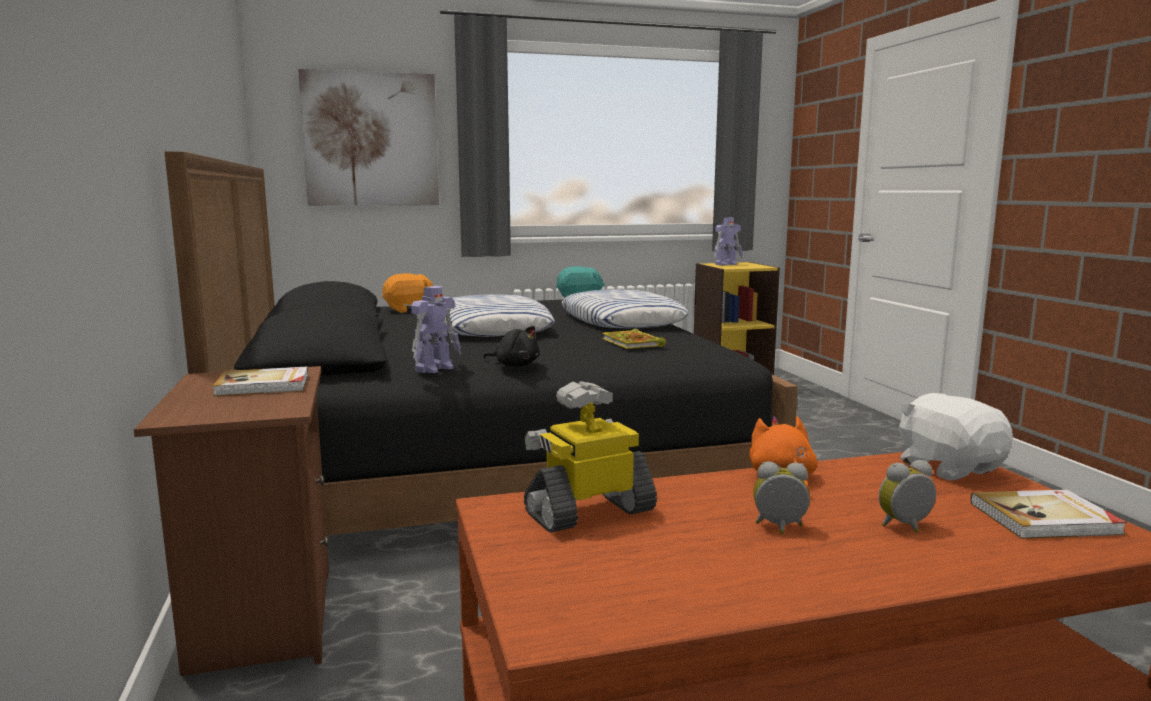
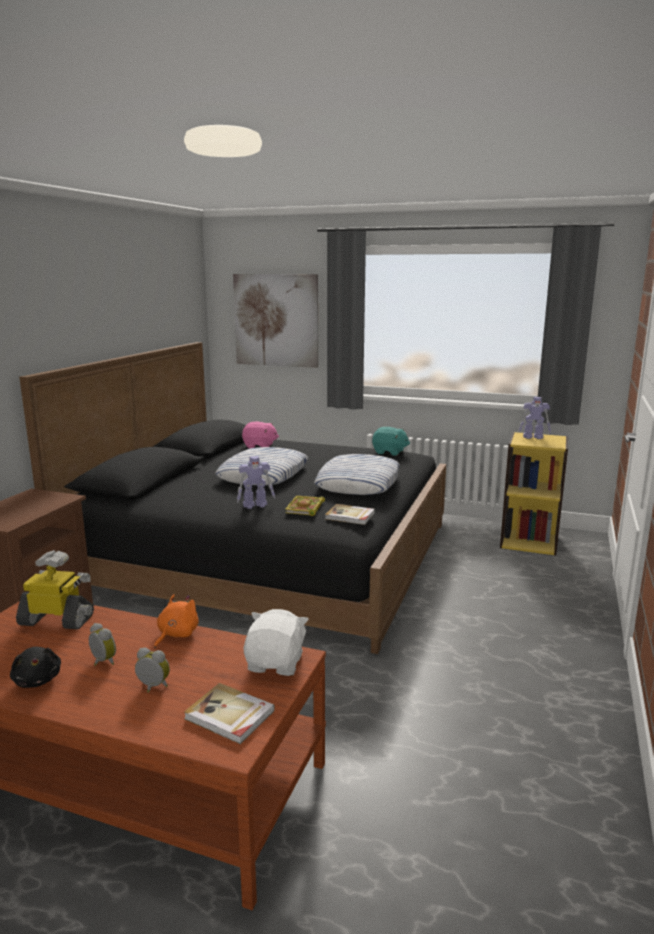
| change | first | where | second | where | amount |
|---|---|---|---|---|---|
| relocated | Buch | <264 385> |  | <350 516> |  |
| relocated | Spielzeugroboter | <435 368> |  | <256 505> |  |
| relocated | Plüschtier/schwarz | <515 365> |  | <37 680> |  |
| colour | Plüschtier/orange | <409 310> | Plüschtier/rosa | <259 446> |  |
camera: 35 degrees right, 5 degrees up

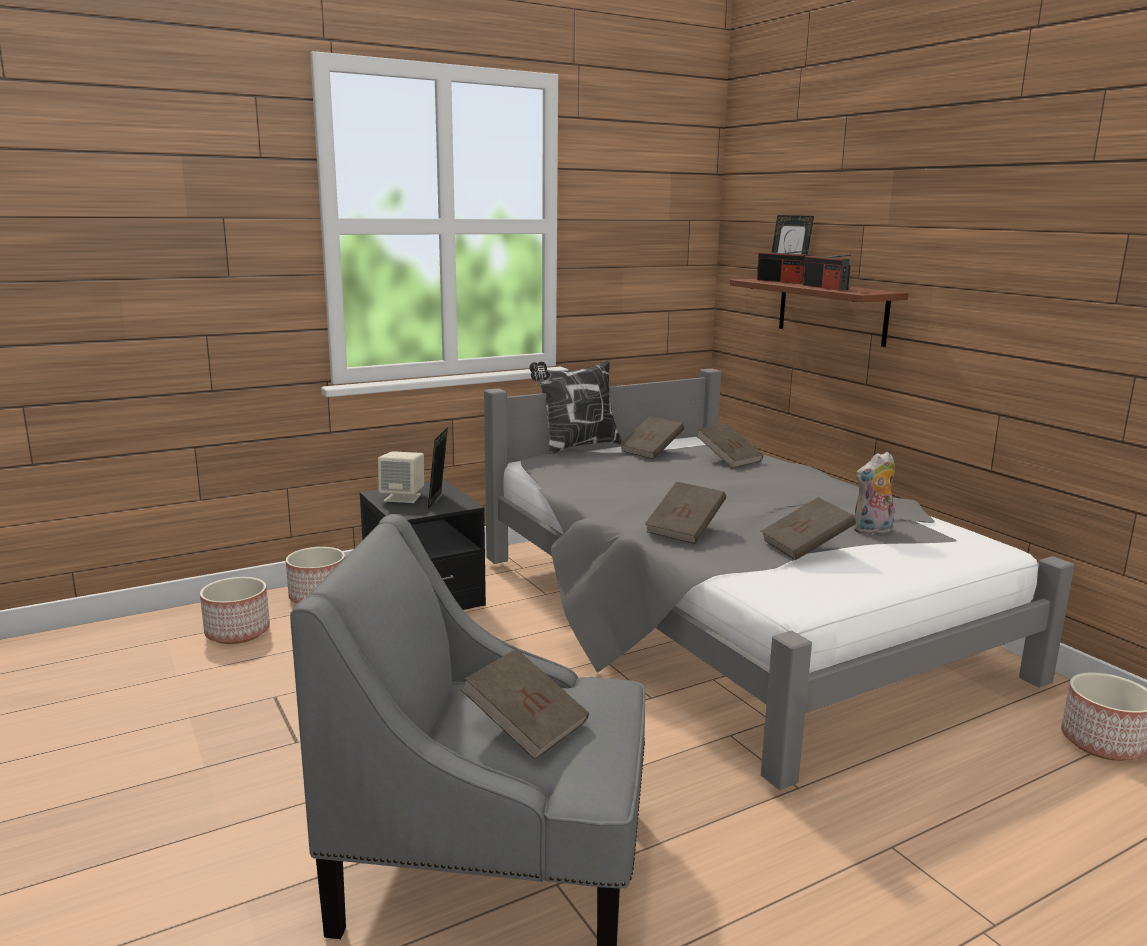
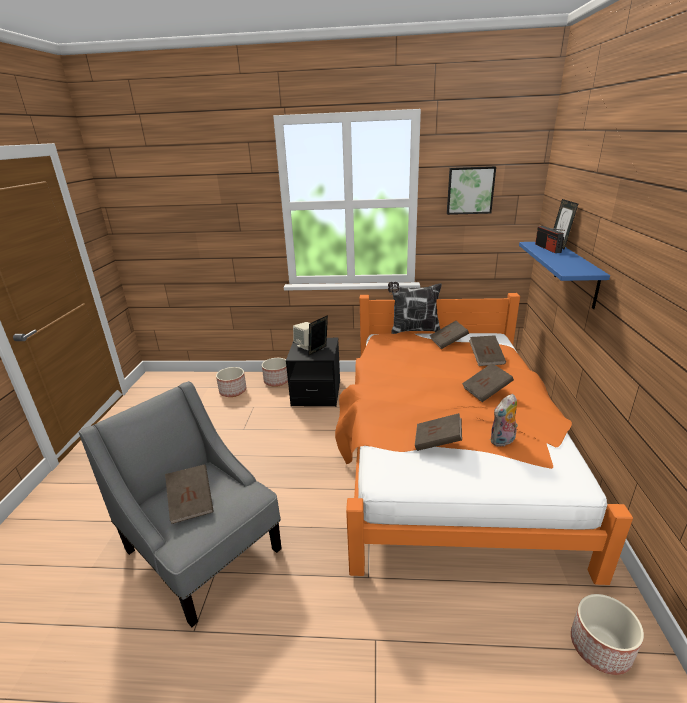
| change | first | where | second | where | amount |
|---|---|---|---|---|---|
| missing | Radio | <824 287> |  |  |  |
| appeared |  |  | Bild | <470 190> |  |
| relocated | Buch/braun | <685 530> |  | <486 391> |  |
| colour | Bett/grau | <727 620> | Bett/orange | <446 454> |  |
| colour | Wandregal/braun | <831 311> | Wandregal/blau | <576 273> |  |
| spun | Plüschtier | <872 531> |  | <502 441> | 45 degrees counterclockwise |
camera: 35 degrees right, 10 degrees up

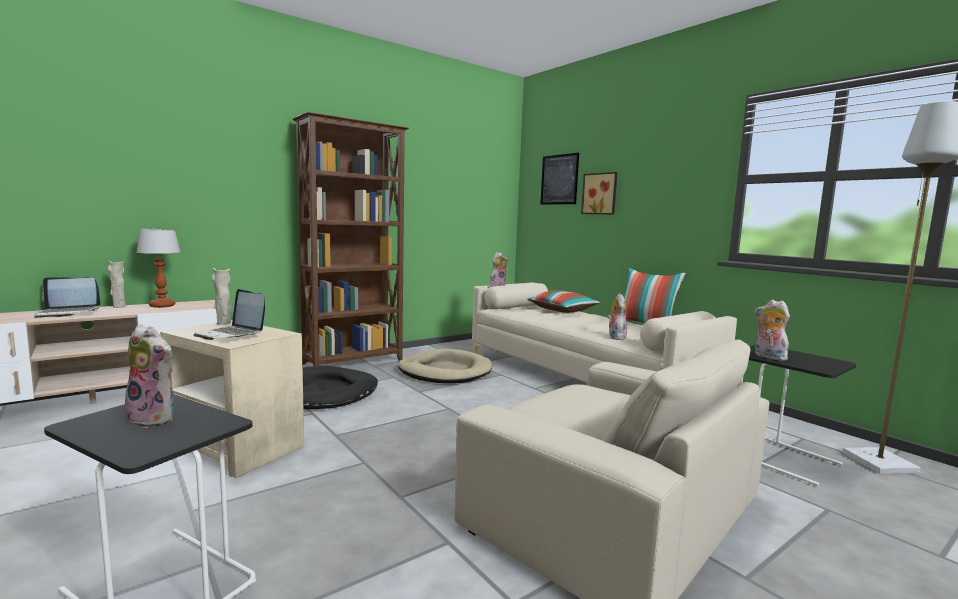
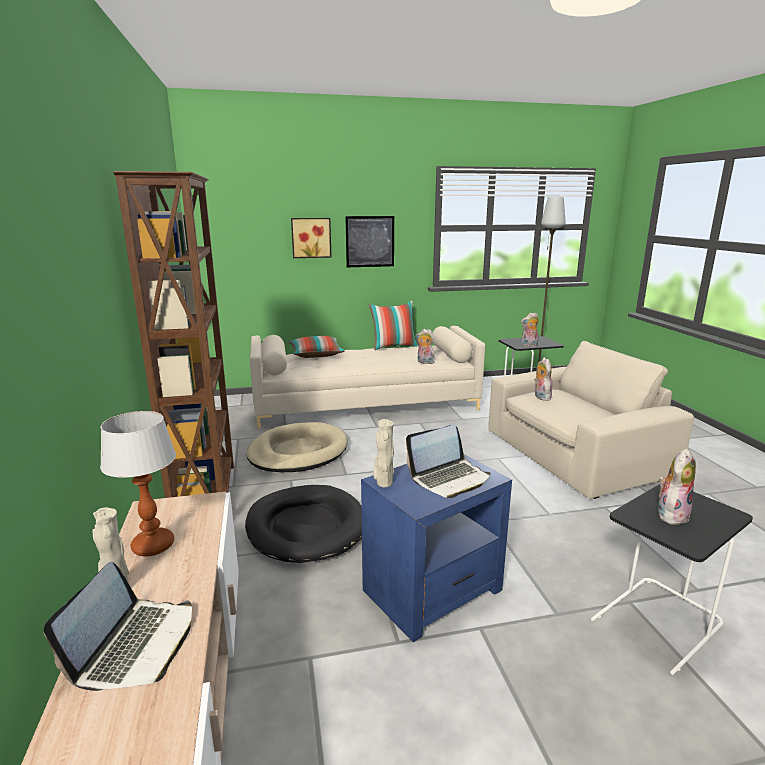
| change | first | where | second | where | amount |
|---|---|---|---|---|---|
| relocated | Plüschtier | <497 286> |  | <540 397> |  |
| relocated | Bild | <559 179> |  | <370 241> |  |
| colour | Beistelltisch/beige | <236 447> | Beistelltisch/blau | <433 590> |  |
camera: 65 degrees left, 10 degrees up

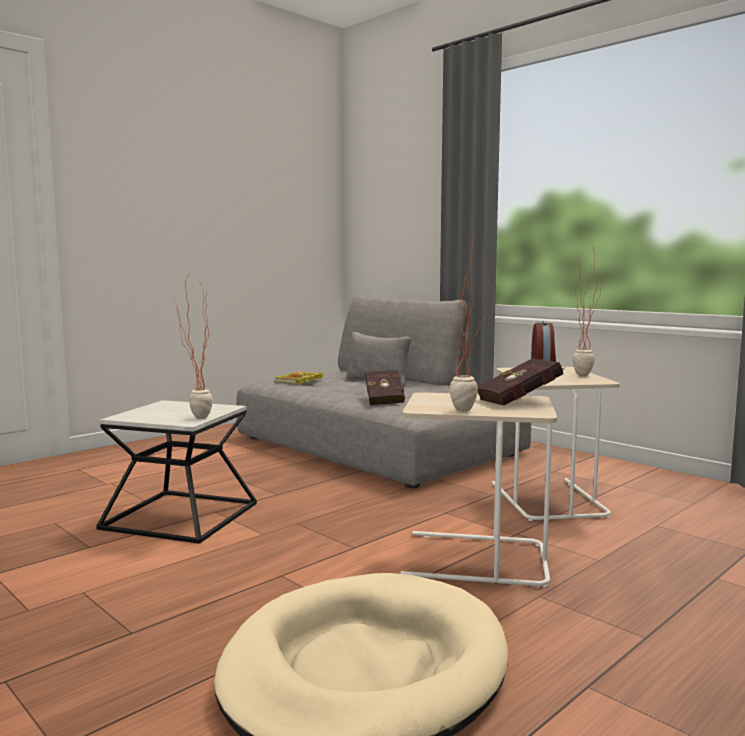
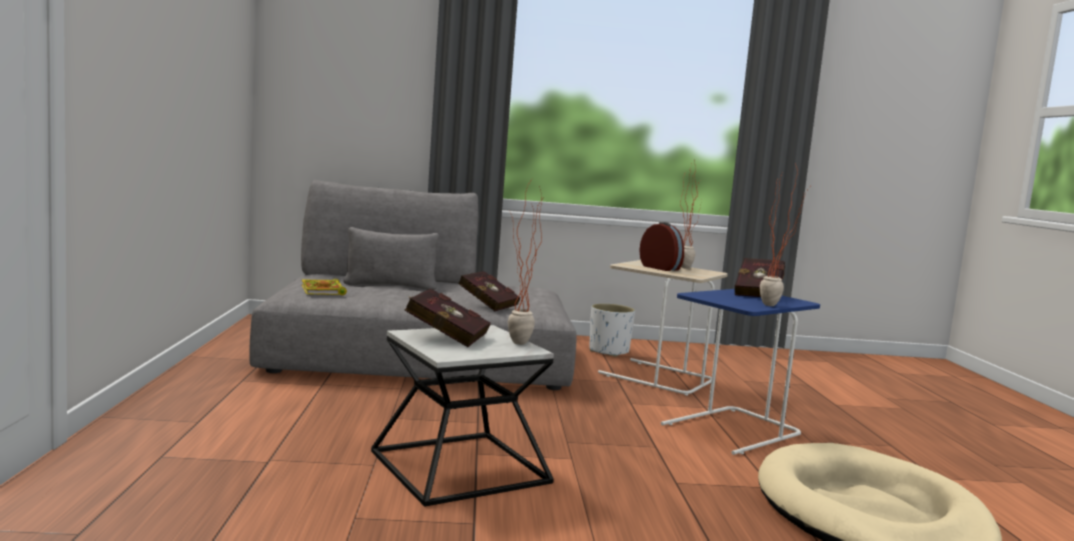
| change | first | where | second | where | amount |
|---|---|---|---|---|---|
| appeared |  |  | Buch/rot | <444 337> |  |
| appeared |  |  | Pflanzkübel/weiß | <608 351> |  |
| colour | Beistelltisch/beige | <473 560> | Beistelltisch/blau | <733 431> |  |
camera: 50 degrees left, 0 degrees up

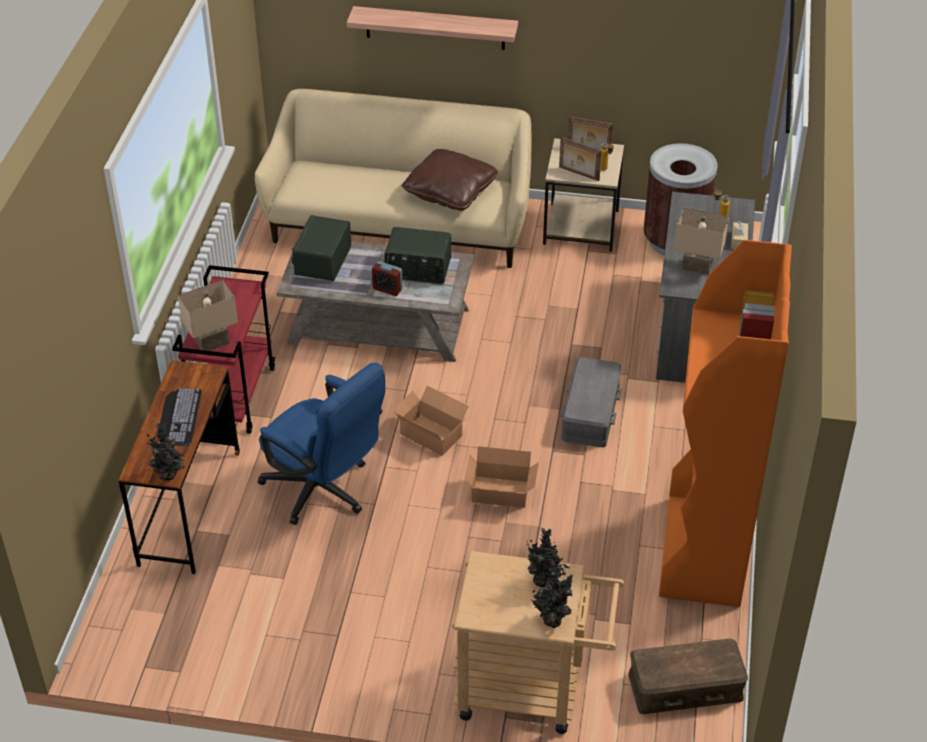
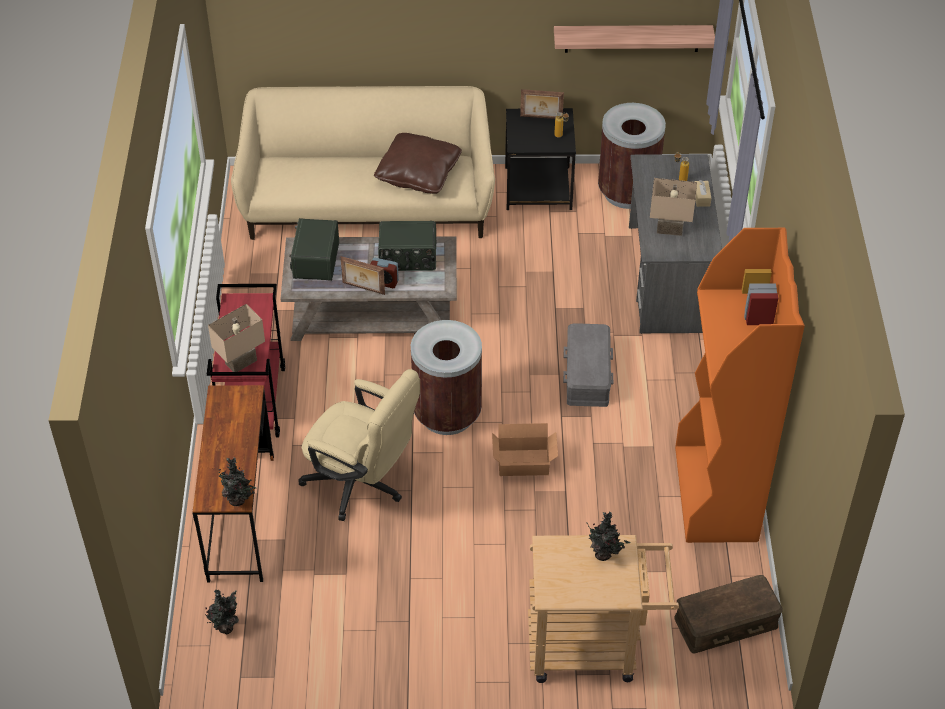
| change | first | where | second | where | amount |
|---|---|---|---|---|---|
| missing | Tastatur | <178 416> |  |  |  |
| relocated | Wandregal | <435 28> |  | <632 38> |  |
| relocated | Topfpflanze | <552 619> |  | <226 626> |  |
| relocated | Bilderrahmen | <578 174> |  | <363 289> |  |
| exchanged | Karton | <431 433> | Mülleimer/braun | <447 414> |  |
| colour | Bürostuhl/blau | <324 492> | Bürostuhl/beige | <362 485> |  |
| colour | Beistelltisch/beige | <582 226> | Beistelltisch/schwarz | <539 187> |  |
camera: 10 degrees left, 5 degrees up

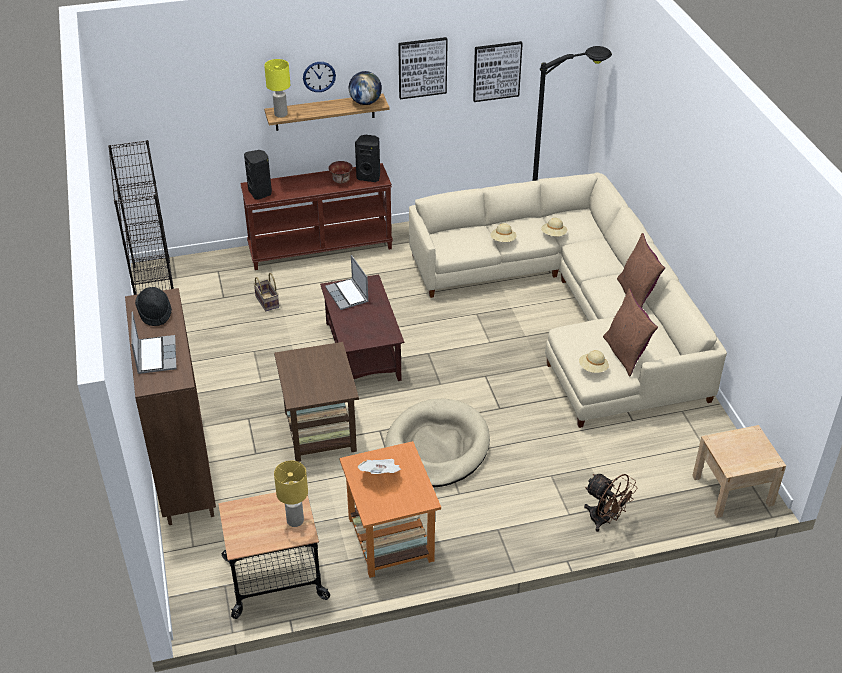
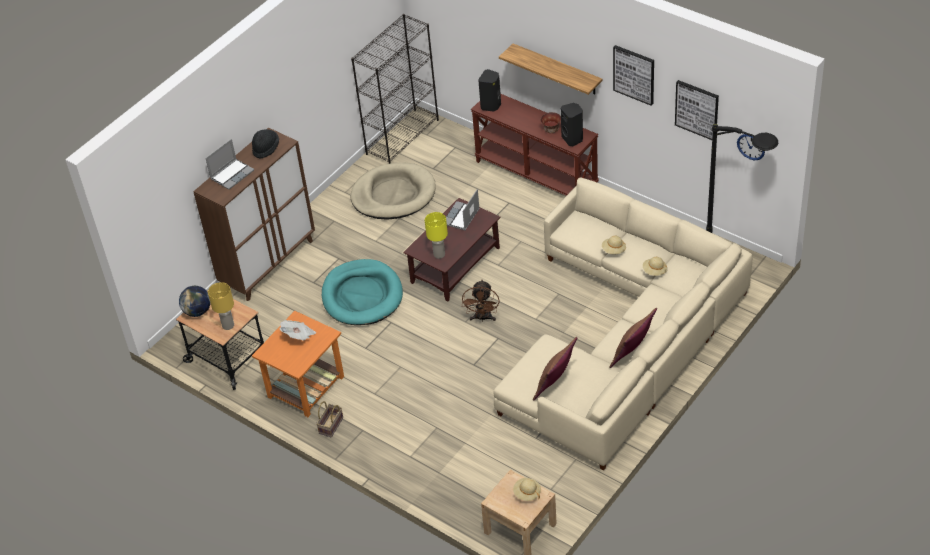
| change | first | where | second | where | amount |
|---|---|---|---|---|---|
| relocated | Korb | <268 302> |  | <331 426> |  |
| relocated | Tischlampe/gelb | <280 114> |  | <439 254> |  |
| relocated | Wanduhr | <319 76> |  | <751 147> |  |
| relocated | Globus | <365 102> |  | <197 311> |  |
| relocated | Hundebett/beige | <437 447> |  | <393 195> |  |
| relocated | Hut/beige | <593 368> |  | <527 493> |  |
| relocated | Ventilator/braun | <604 520> |  | <482 318> |  |
| exchanged | Beistelltisch/braun | <319 430> | Hundebett/türkis | <362 295> |  |
camera: 55 degrees right, 5 degrees up

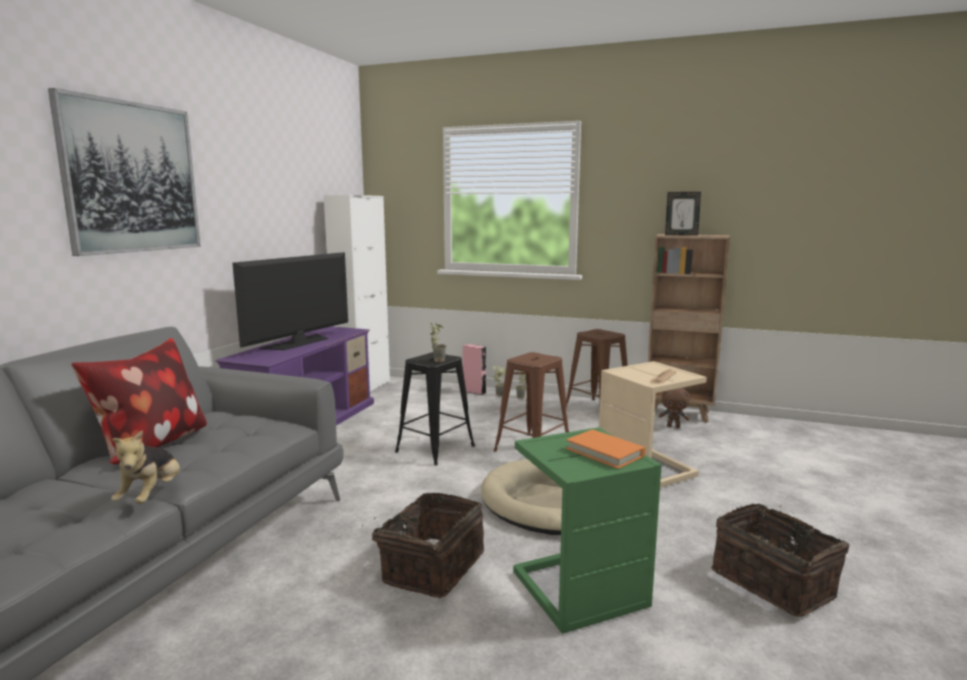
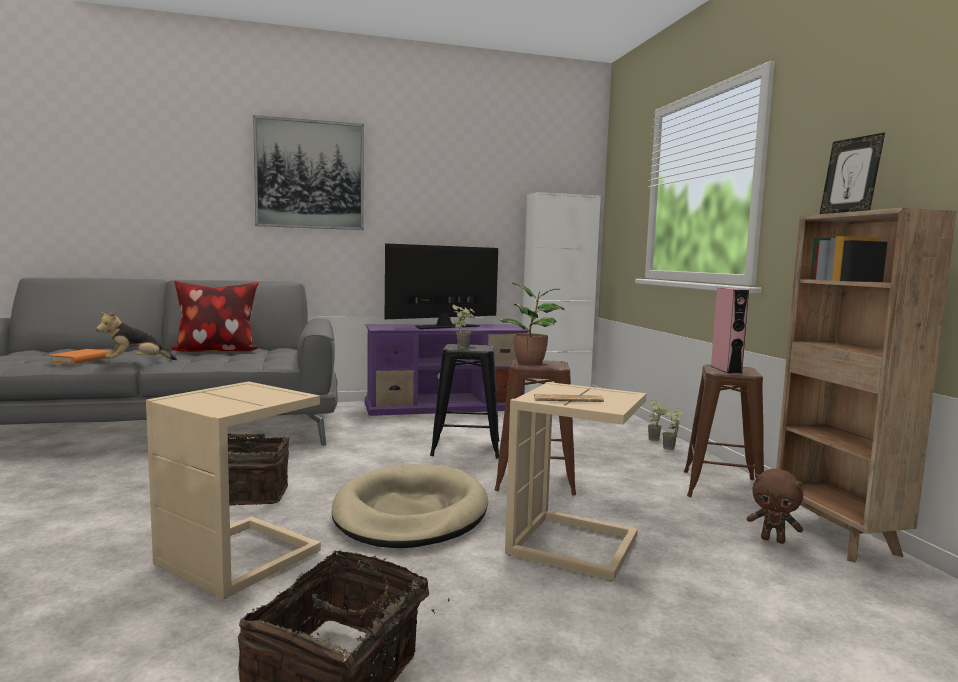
| change | first | where | second | where | amount |
|---|---|---|---|---|---|
| appeared |  |  | Topfpflanze | <531 363> |  |
| relocated | Lautsprecher/rosa | <474 392> |  | <726 369> |  |
| relocated | Buch/orange | <605 452> |  | <81 359> |  |
| colour | Beistelltisch/grün | <579 588> | Beistelltisch/beige | <243 558> |  |
| spun | Fernseher | <298 343> |  | <444 326> | 150 degrees clockwise |
| spun | Plüschtier/braun | <673 426> |  | <773 540> | 45 degrees counterclockwise |
camera: 55 degrees right, 5 degrees down

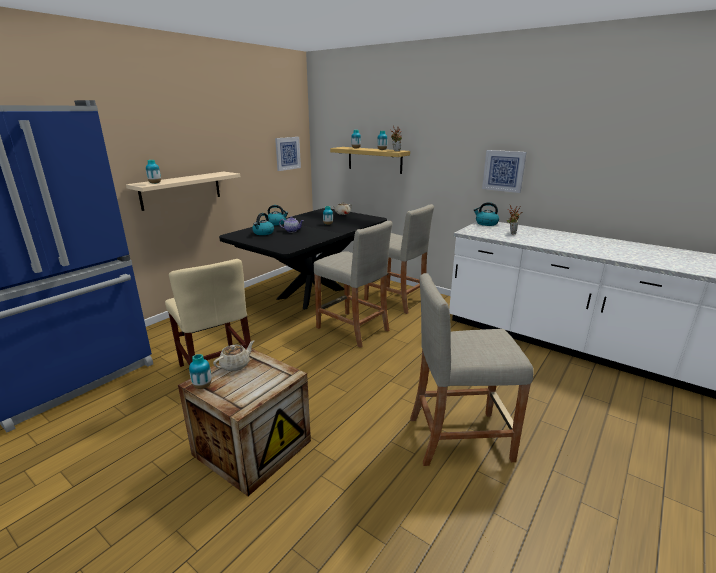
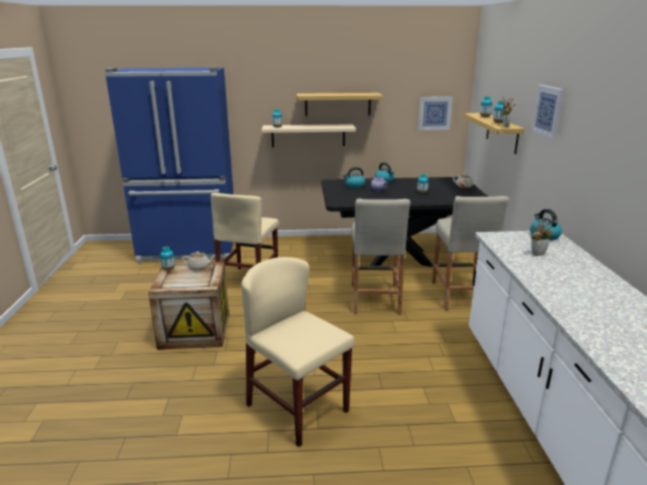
| change | first | where | second | where | amount |
|---|---|---|---|---|---|
| appeared |  |  | Wandregal | <338 104> |  |
| relocated | Bild | <503 171> |  | <548 111> |  |
| exchanged | Hocker/beige | <459 438> | Stuhl/beige | <297 408> |  |
camera: 50 degrees right, 0 degrees up

